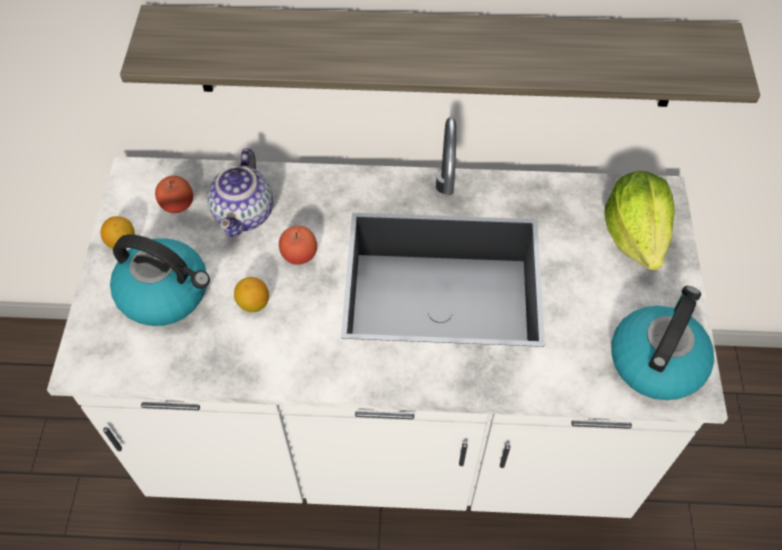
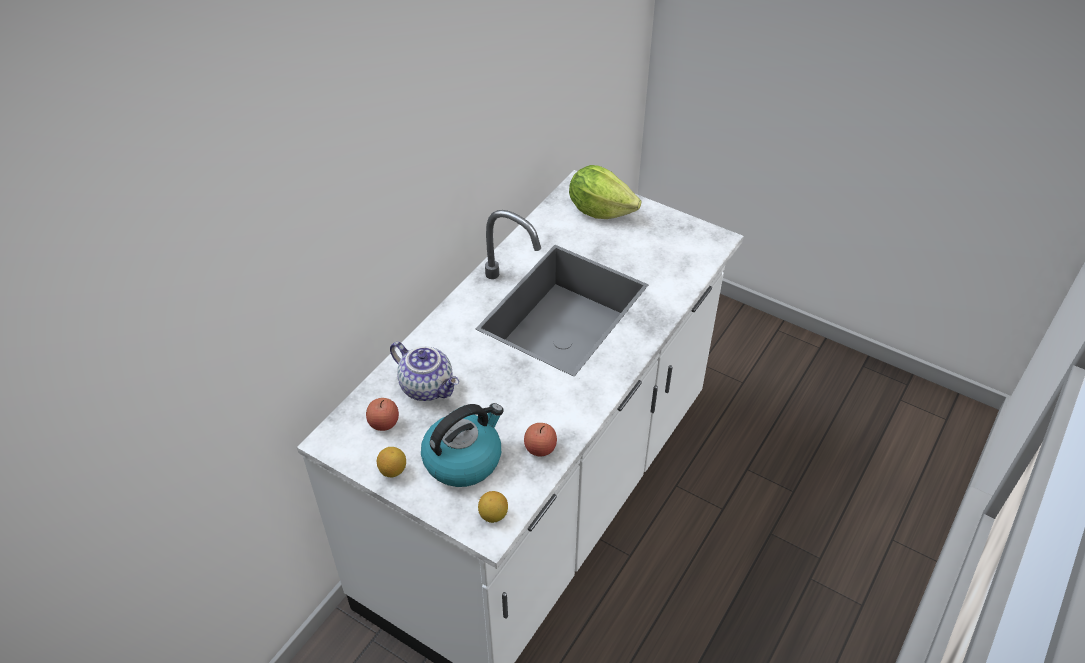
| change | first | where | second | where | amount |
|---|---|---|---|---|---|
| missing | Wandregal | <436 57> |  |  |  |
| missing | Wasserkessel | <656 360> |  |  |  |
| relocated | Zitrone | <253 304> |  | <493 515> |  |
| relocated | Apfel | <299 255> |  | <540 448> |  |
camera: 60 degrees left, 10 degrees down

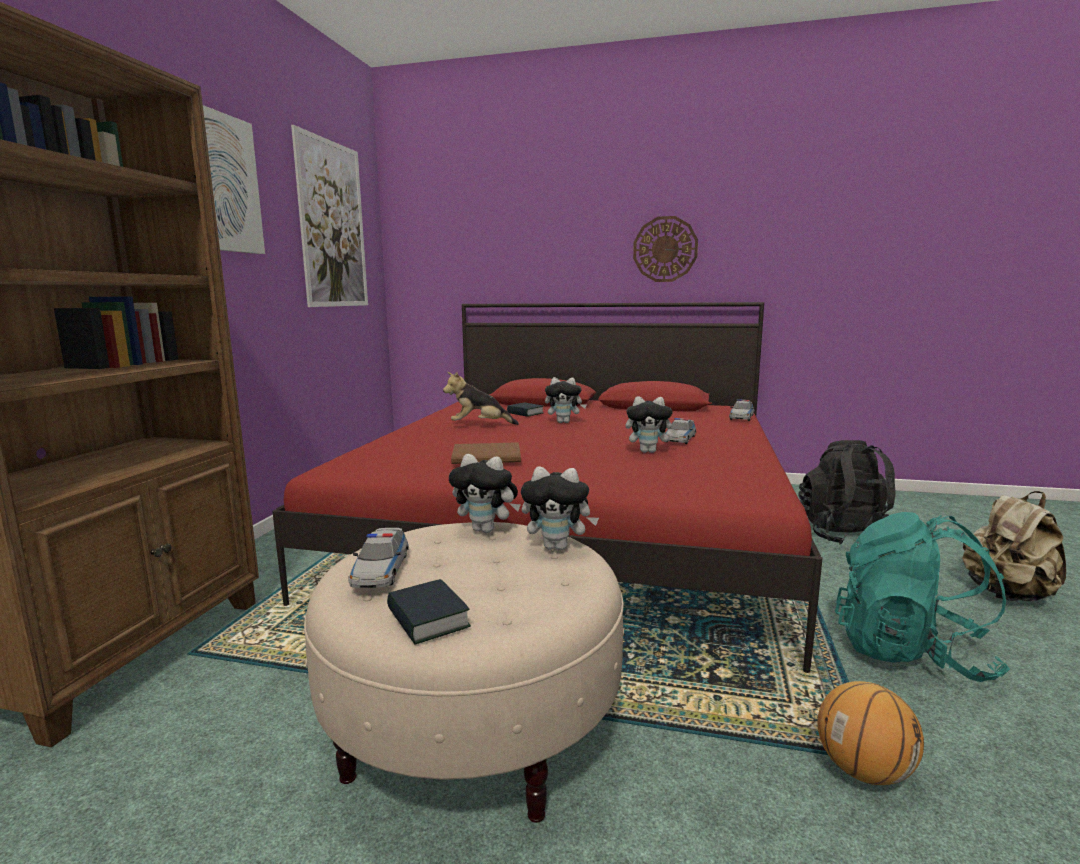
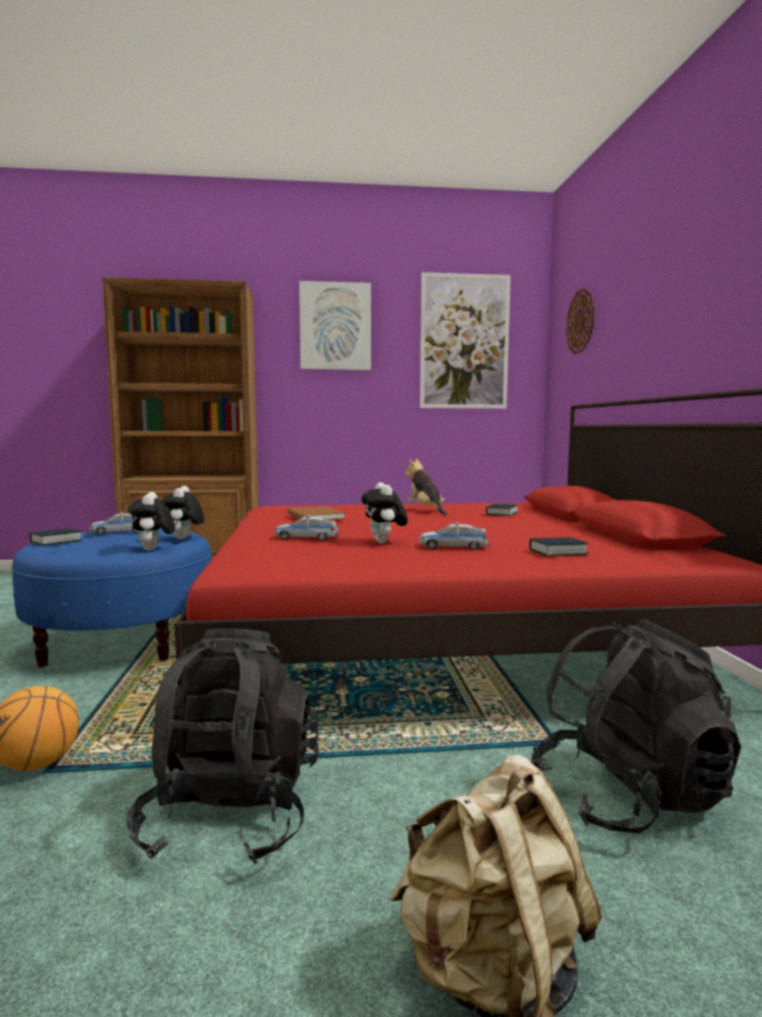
| change | first | where | second | where | amount |
|---|---|---|---|---|---|
| missing | Plüschtier | <564 422> |  |  |  |
| appeared |  |  | Buch | <557 552> |  |
| relocated | Wanduhr | <665 249> |  | <580 321> |  |
| relocated | Spielzeugauto | <741 417> |  | <306 538> |  |
| colour | Polsterhocker/beige | <474 727> | Polsterhocker/blau | <122 642> |  |
| colour | Rucksack/türkis | <911 653> | Rucksack/schwarz | <231 814> |  |
camera: 70 degrees right, 5 degrees down

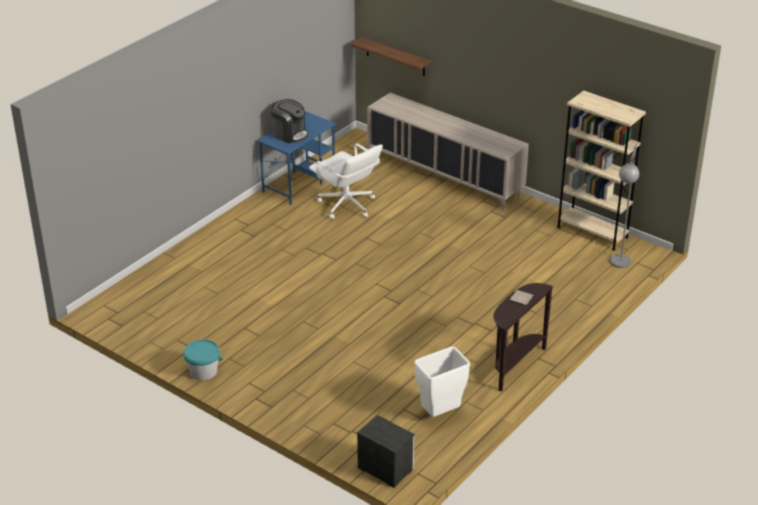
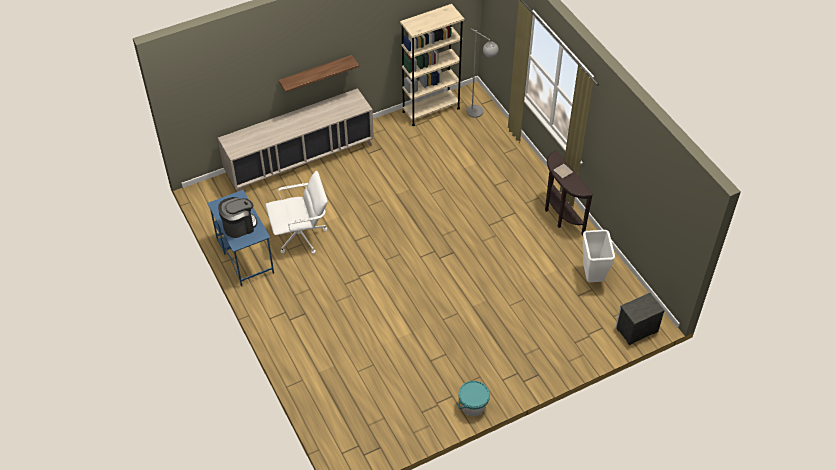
| change | first | where | second | where | amount |
|---|---|---|---|---|---|
| relocated | Wandregal | <395 57> |  | <316 73> |  |
camera: 65 degrees left, 15 degrees up

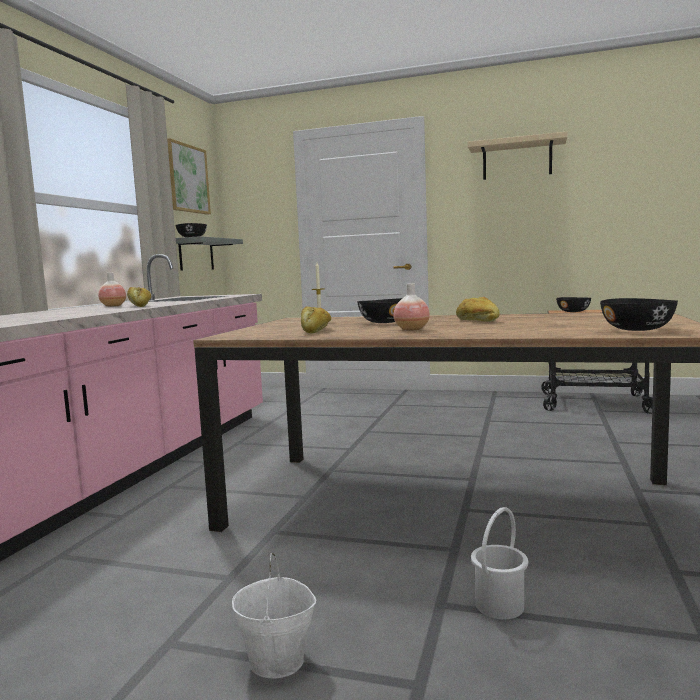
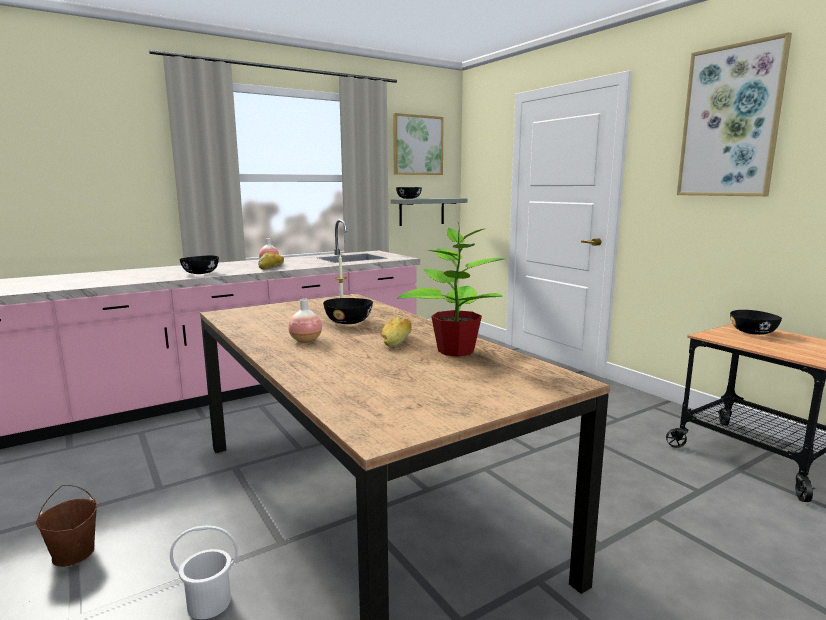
| change | first | where | second | where | amount |
|---|---|---|---|---|---|
| missing | Brot | <316 330> |  |  |  |
| appeared |  |  | Topfpflanze | <455 350> |  |
| relocated | Schüssel/schwarz | <638 330> |  | <200 273> |  |
| exchanged | Wandregal/beige | <517 160> | Bild | <730 122> |  |
| colour | Eimer/weiß | <278 660> | Eimer/braun | <74 554> |  |
camera: 40 degrees right, 5 degrees up

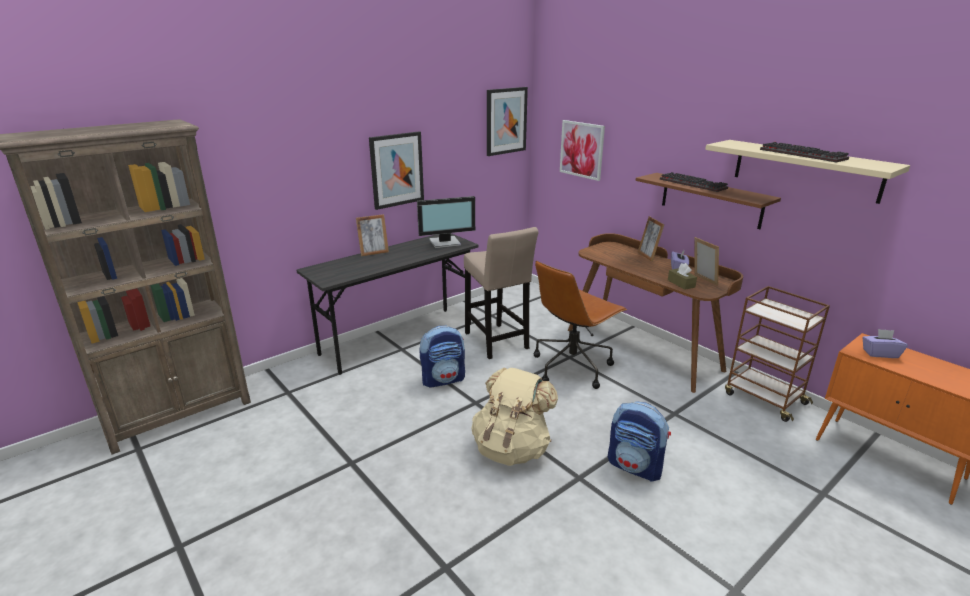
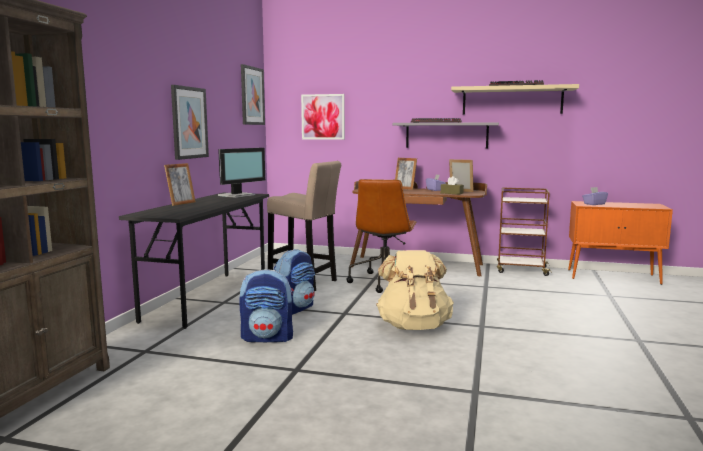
| change | first | where | second | where | amount |
|---|---|---|---|---|---|
| relocated | Rucksack | <635 467> |  | <268 338> |  |
| colour | Wandregal/braun | <711 200> | Wandregal/grau | <446 135> |  |
camera: 35 degrees left, 15 degrees down

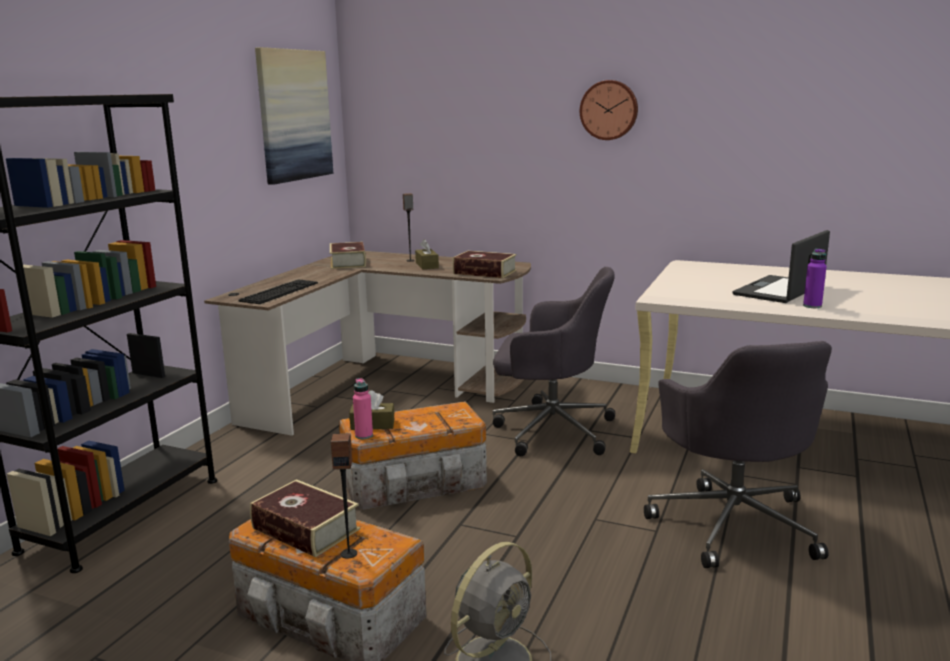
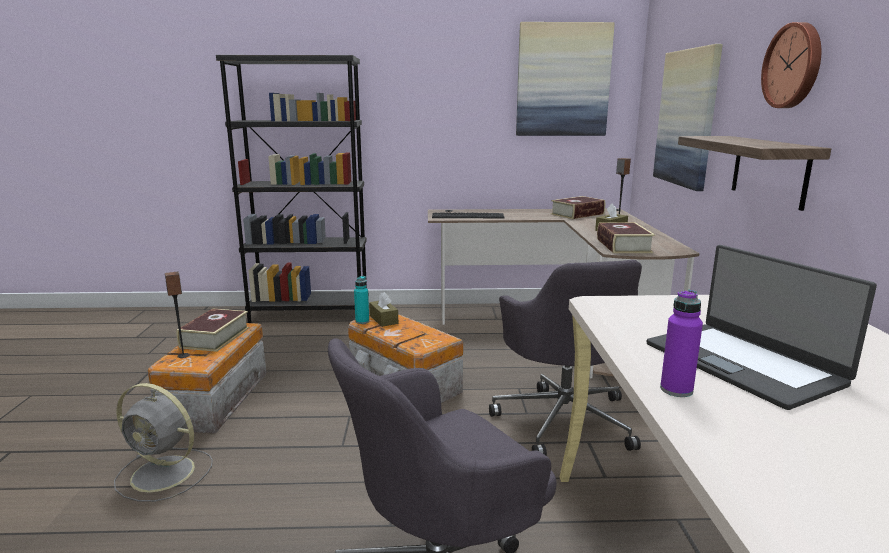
| change | first | where | second | where | amount |
|---|---|---|---|---|---|
| appeared |  |  | Bild | <687 118> |  |
| appeared |  |  | Wandregal | <769 170> |  |
| colour | Flasche/rosa | <364 435> | Flasche/türkis | <362 321> |  |
| spun | Laptop | <780 290> |  | <743 363> | 135 degrees counterclockwise |
camera: 65 degrees right, 0 degrees up

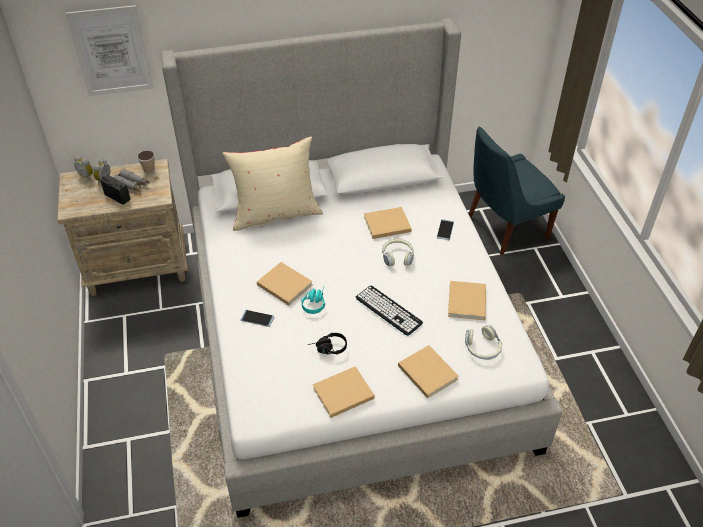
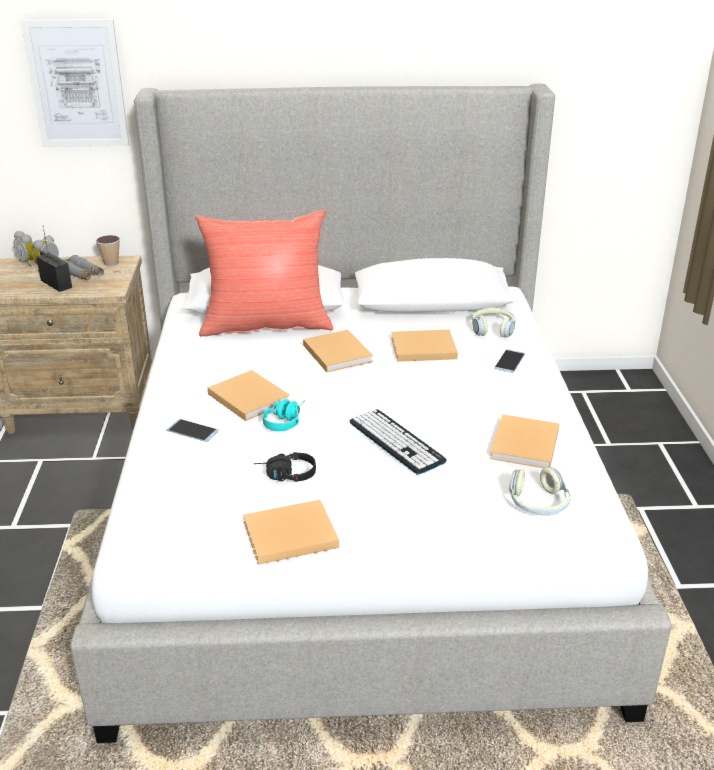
| change | first | where | second | where | amount |
|---|---|---|---|---|---|
| missing | Stuhl/blau | <504 228> |  |  |  |
| relocated | Kopfhörer | <397 256> |  | <492 329> |  |
| relocated | Buch/beige | <426 371> |  | <336 352> |  |
| colour | Kissen/beige | <275 214> | Kissen/rot | <266 324> |  |
camera: 10 degrees right, 15 degrees down

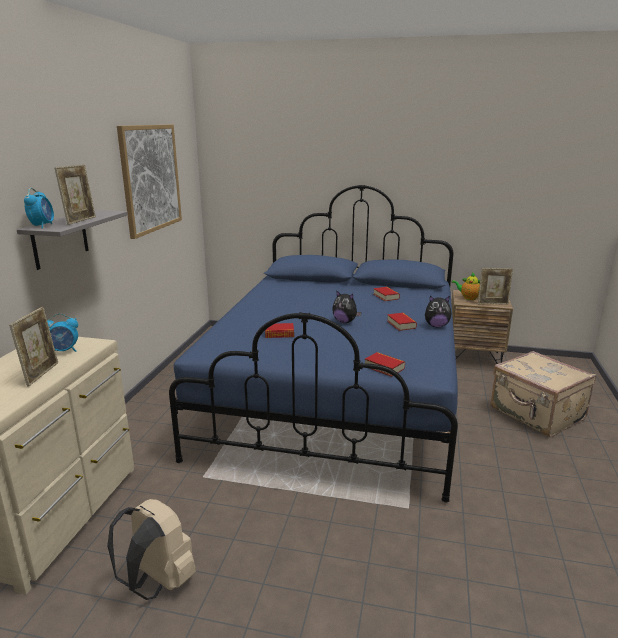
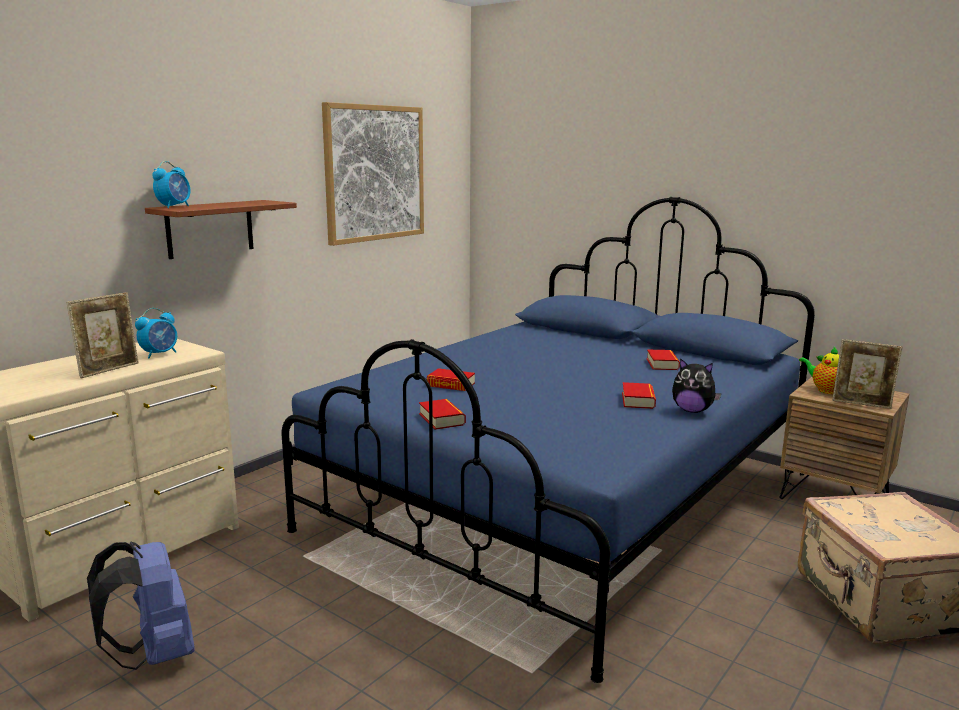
| change | first | where | second | where | amount |
|---|---|---|---|---|---|
| missing | Bilderrahmen | <80 221> |  |  |  |
| missing | Plüschtier | <345 322> |  |  |  |
| relocated | Buch | <384 367> |  | <442 419> |  |
| colour | Wandregal/grau | <60 239> | Wandregal/braun | <210 228> |  |
| colour | Rucksack/beige | <158 582> | Rucksack/blau | <154 655> |  |
| spun | Wecker | <64 351> |  | <160 354> | 60 degrees counterclockwise |
camera: 25 degrees right, 5 degrees down

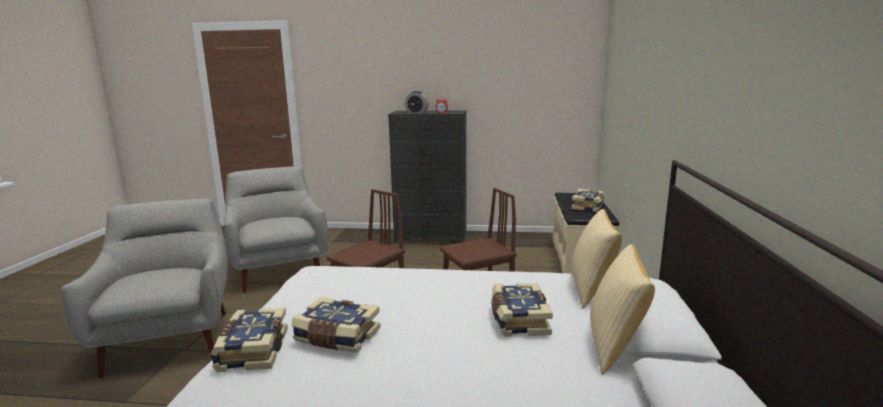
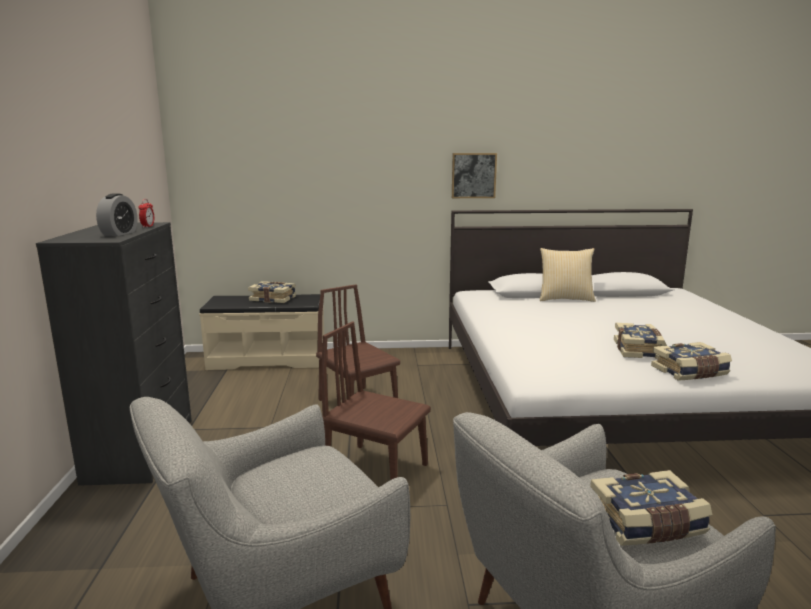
| change | first | where | second | where | amount |
|---|---|---|---|---|---|
| missing | Kissen | <591 290> |  |  |  |
| appeared |  |  | Bild | <473 175> |  |
| relocated | Buch | <518 320> |  | <647 524> |  |
camera: 100 degrees left, 0 degrees up

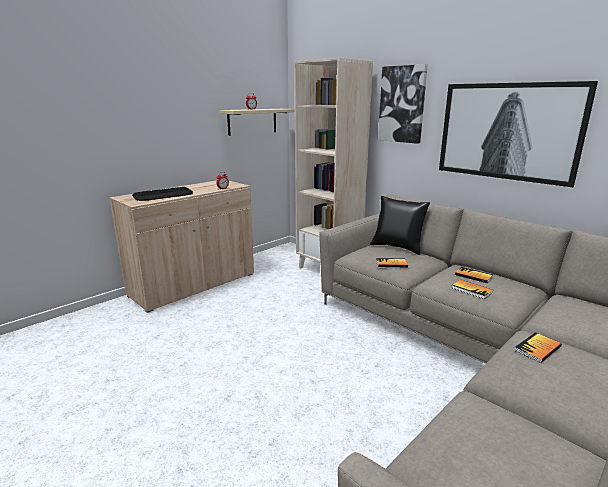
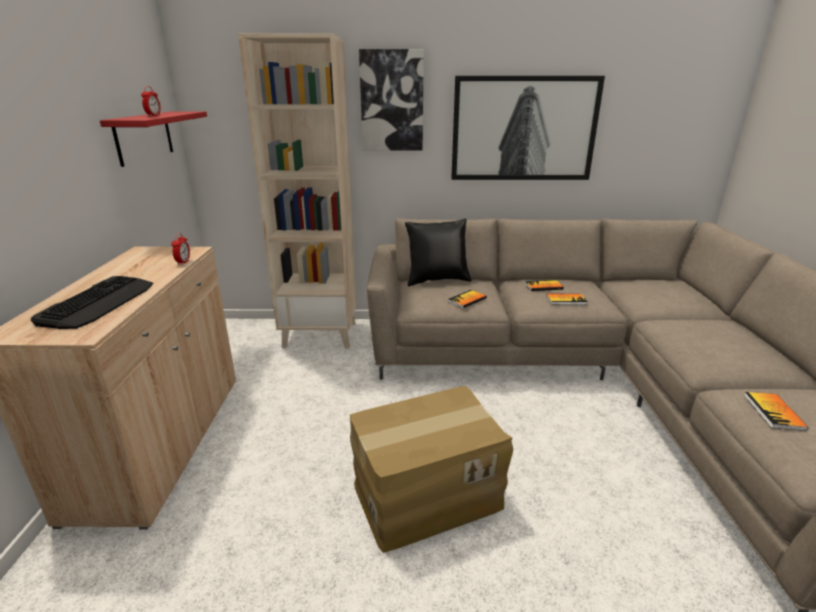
| change | first | where | second | where | amount |
|---|---|---|---|---|---|
| appeared |  |  | Karton | <426 494> |  |
| relocated | Buch | <537 348> |  | <773 412> |  |
| colour | Wandregal/beige | <252 121> | Wandregal/rot | <144 137> |  |
camera: 45 degrees left, 5 degrees up

